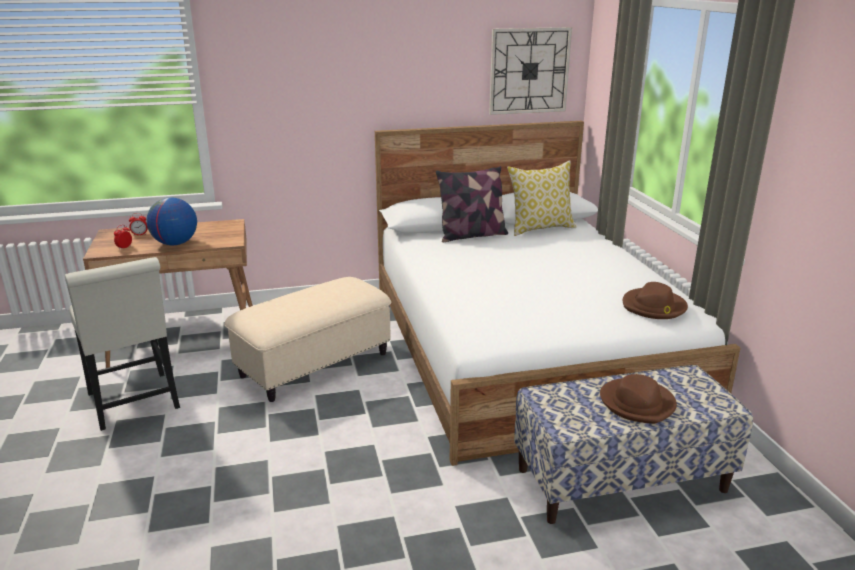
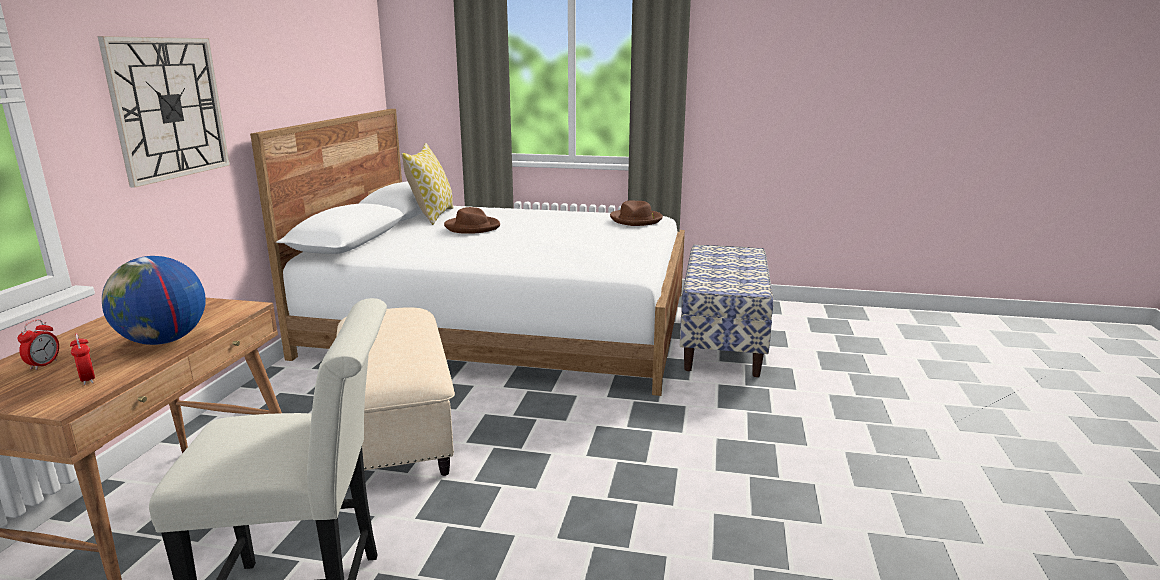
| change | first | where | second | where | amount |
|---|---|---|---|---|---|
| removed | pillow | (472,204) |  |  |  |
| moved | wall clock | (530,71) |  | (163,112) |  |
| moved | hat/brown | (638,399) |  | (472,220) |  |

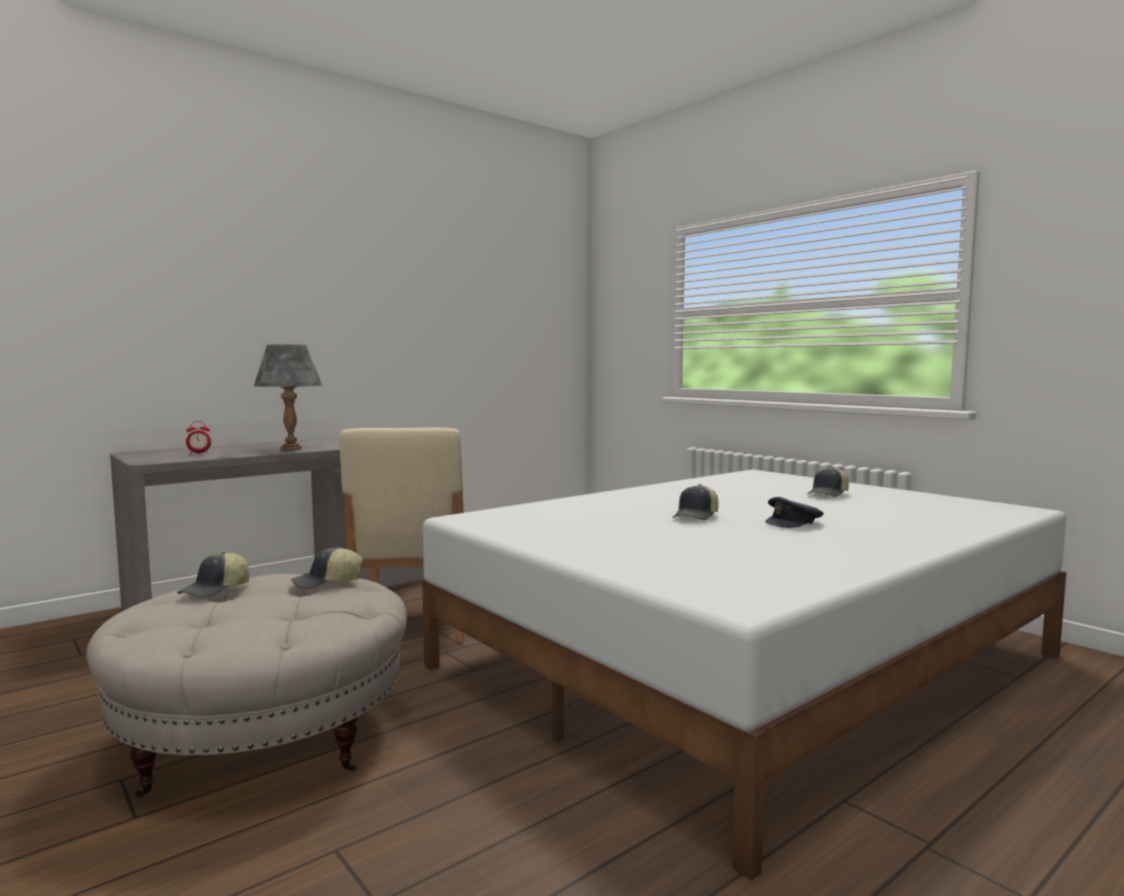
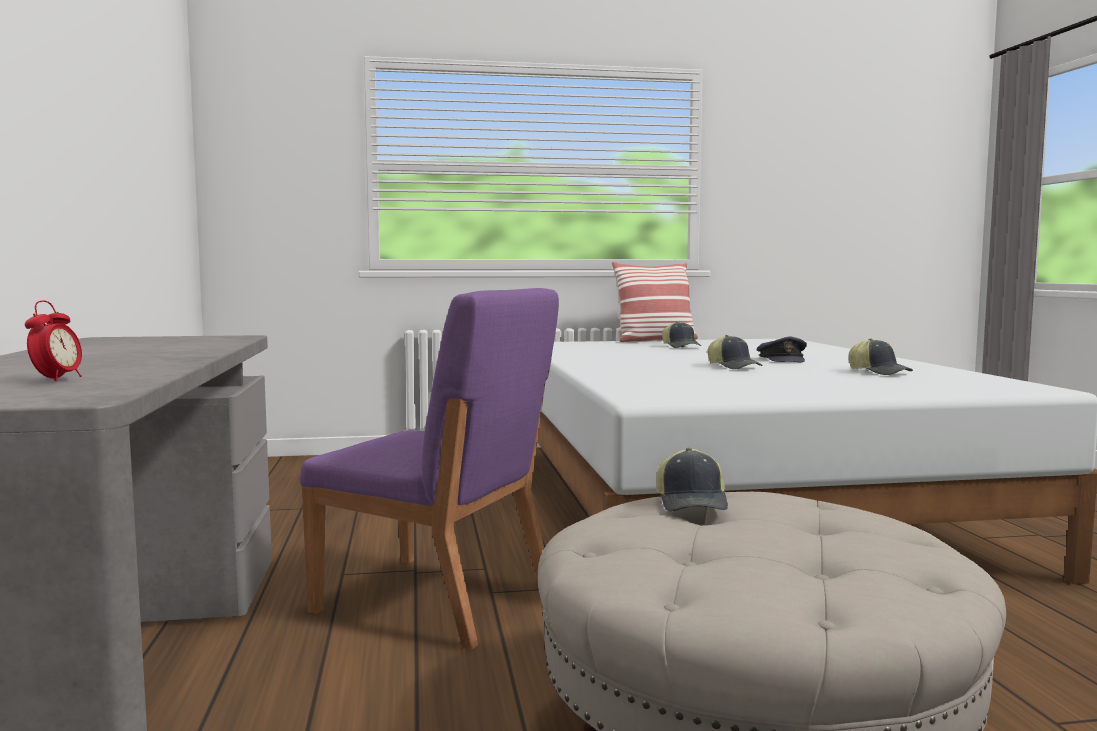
| change | first | where | second | where | amount |
|---|---|---|---|---|---|
| moved | cap | (213,575) |  | (881,357) |  |
| removed | table lamp/grey | (288,397) |  |  |  |
| recoloured | chair/beige | (401,535) | chair/purple | (429,469) |  |
| added |  |  | pillow | (655,302) |  |

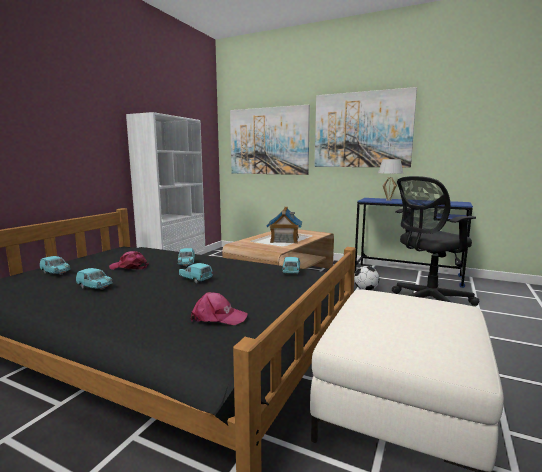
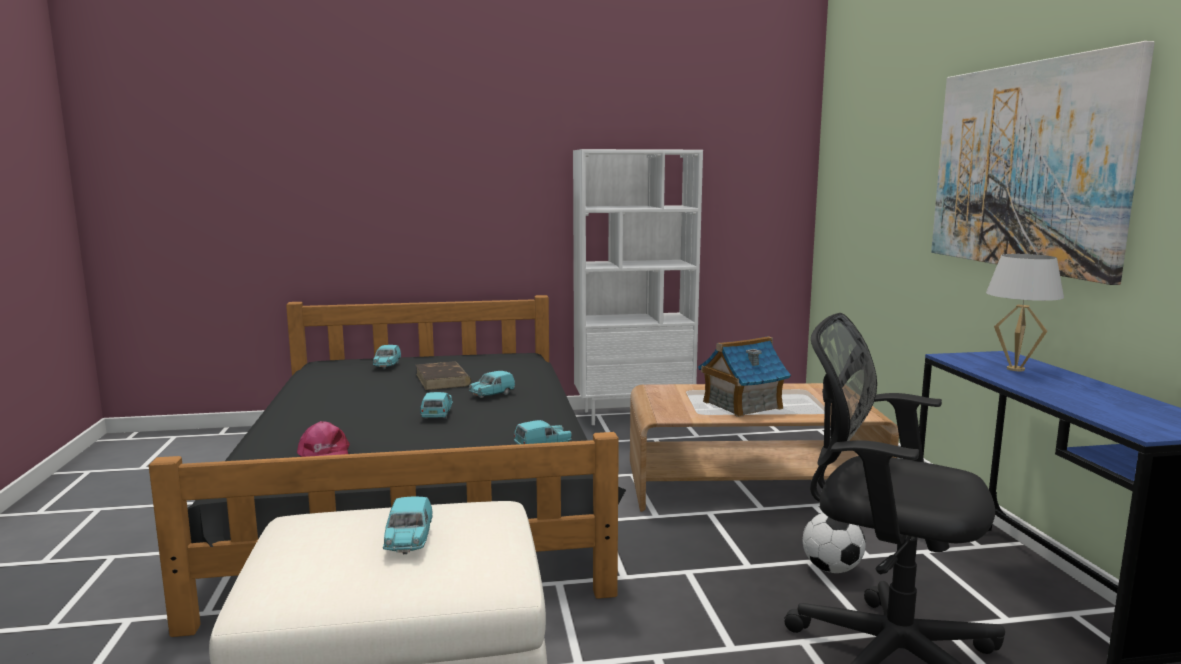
| change | first | where | second | where | amount |
|---|---|---|---|---|---|
| moved | toy car/turquoise | (94,279) |  | (408,525) |  |
| replaced | cap/pink | (129,260) | book/brown | (443,375) |  |
| removed | picture | (270,140) |  |  |  |

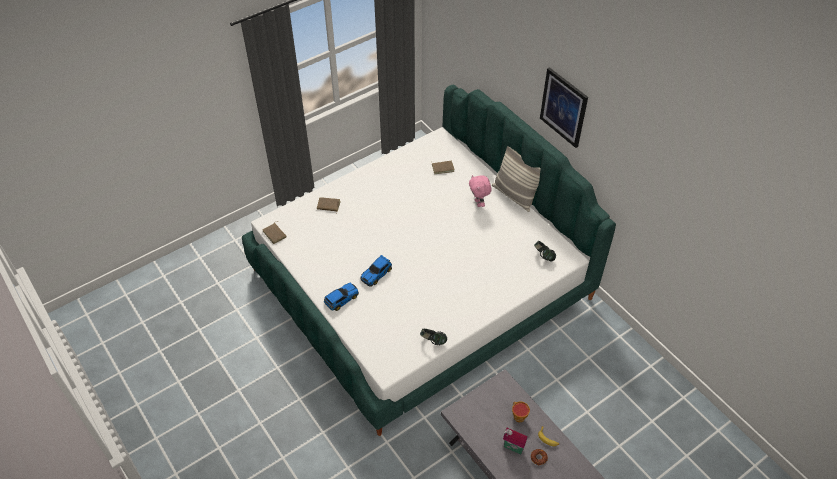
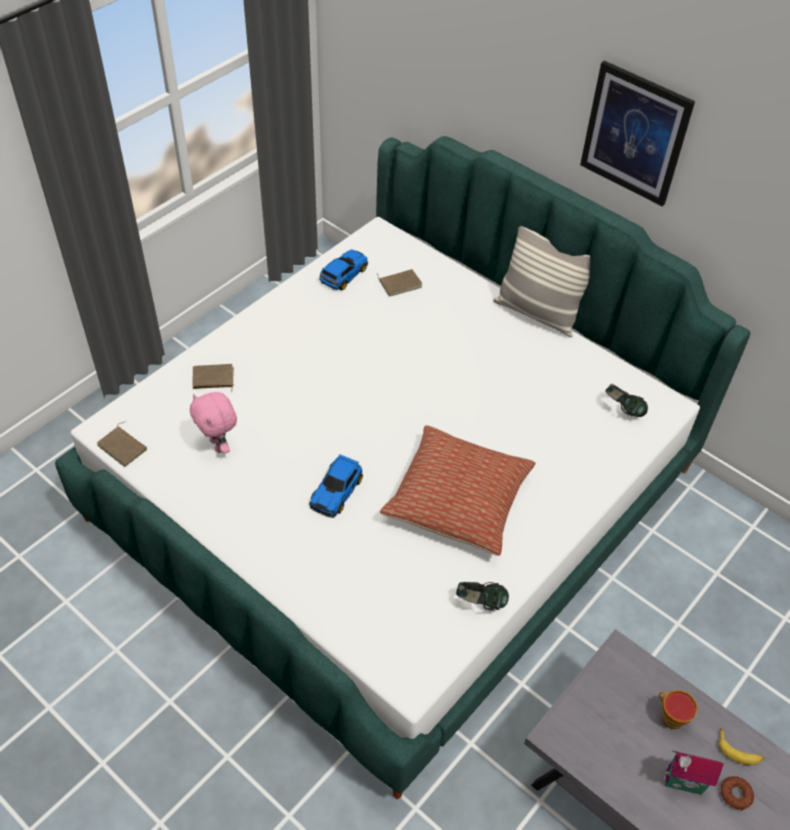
| change | first | where | second | where | amount |
|---|---|---|---|---|---|
| moved | toy car | (341,297) |  | (343,269) |  |
| moved | plush toy/pink | (480,191) |  | (213,422) |  |
| added |  |  | pillow | (458,490) |  |

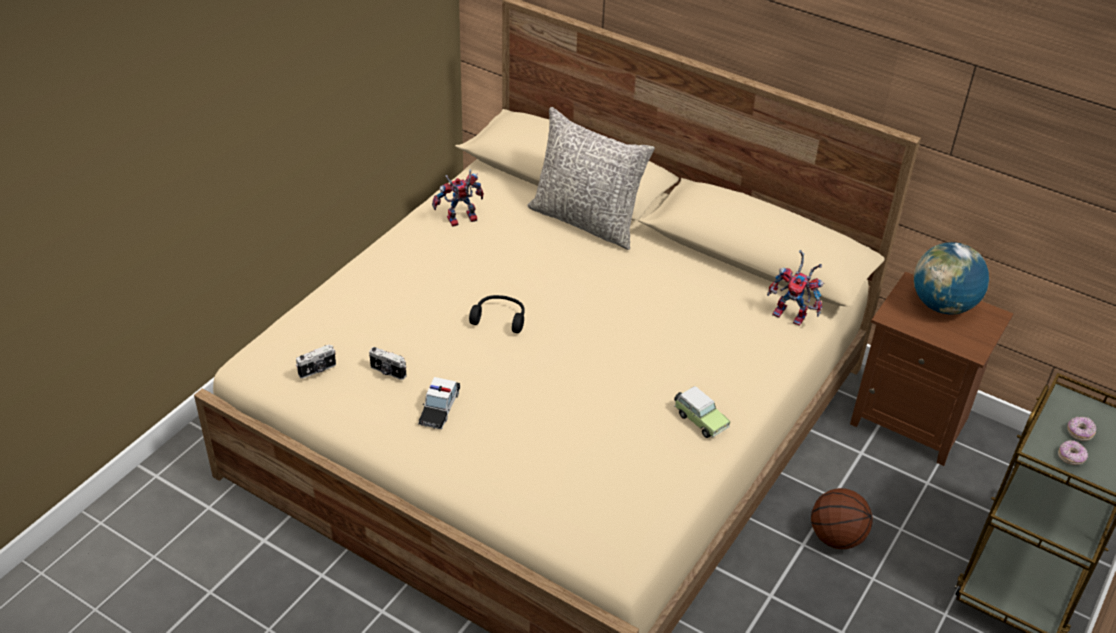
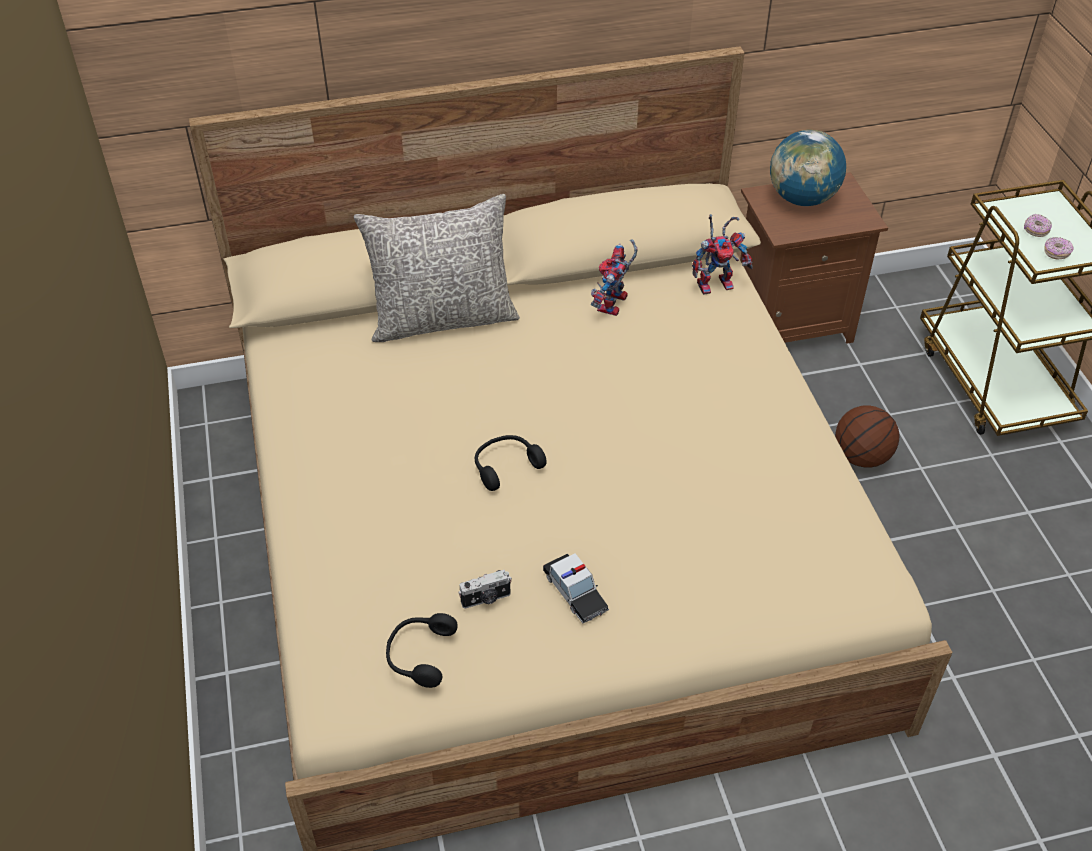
| change | first | where | second | where | amount |
|---|---|---|---|---|---|
| replaced | photo camera | (316,362) | headphones/black | (422,650) |  |
| moved | toy robot | (458,198) |  | (614,278) |  |
| removed | toy car | (702,412) |  |  |  |

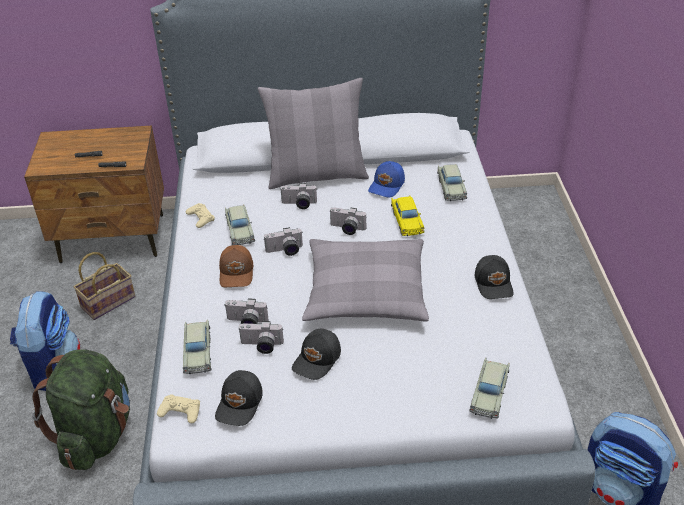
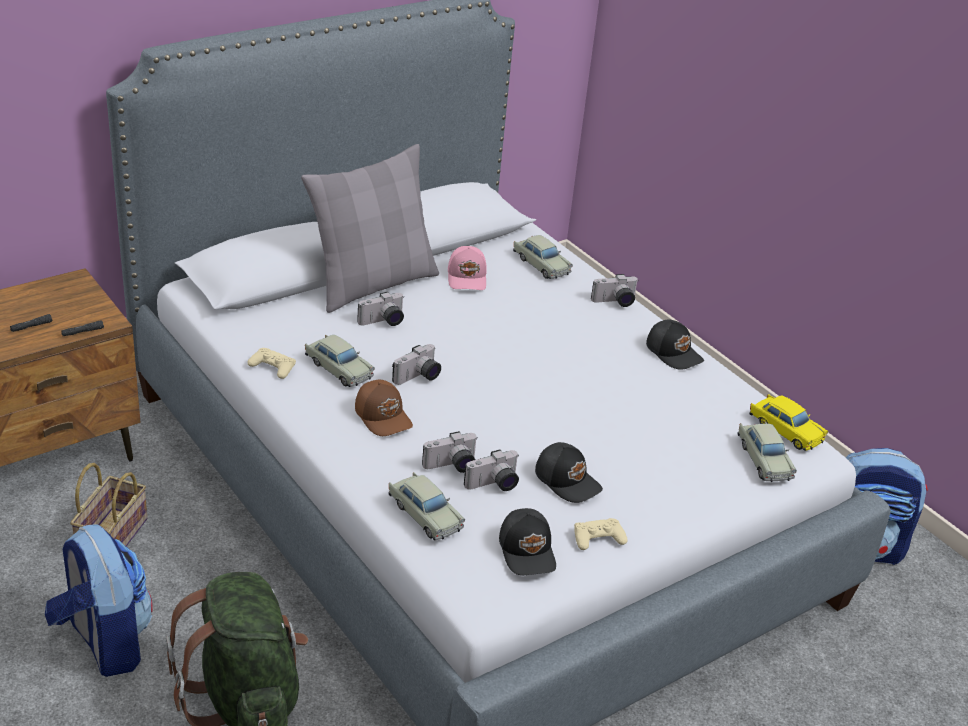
| change | first | where | second | where | amount |
|---|---|---|---|---|---|
| moved | game controller/beige | (178,408) |  | (601,534) |  |
| turned | cap/black | (316,354) |  | (569,472) | 45 degrees counterclockwise |
| removed | pillow/grey | (365,280) |  |  |  |
| moved | photo camera | (348,221) |  | (615,290) |  |
| recoloured | cap/blue | (386,179) | cap/pink | (467,268) |  |
| moved | toy car/yellow | (407,216) |  | (788,422) |  |

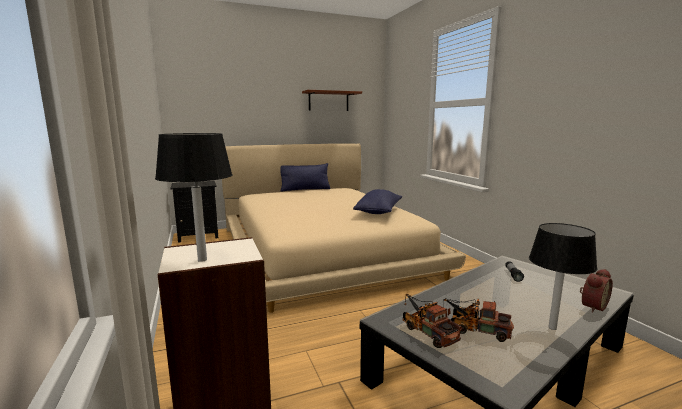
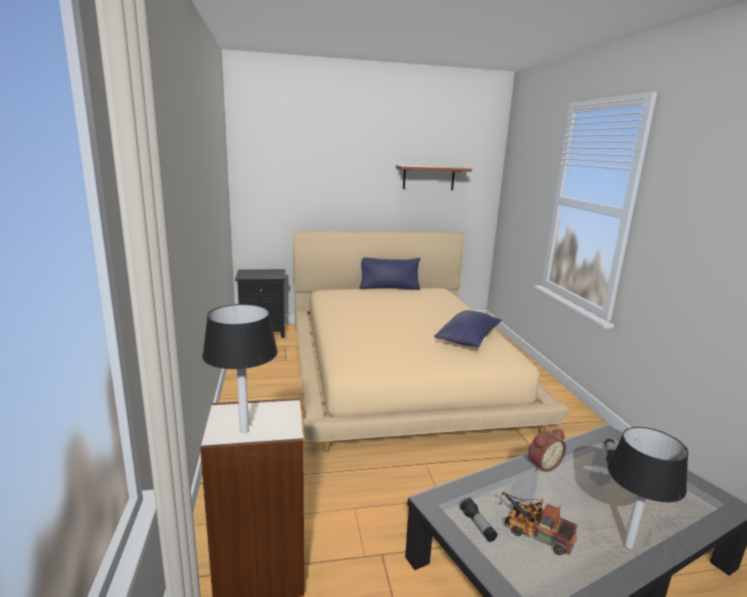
| change | first | where | second | where | amount |
|---|---|---|---|---|---|
| replaced | toy truck | (432,320) | flashlight | (478,520) |  |
| moved | alarm clock | (596,291) |  | (547,450) |  |

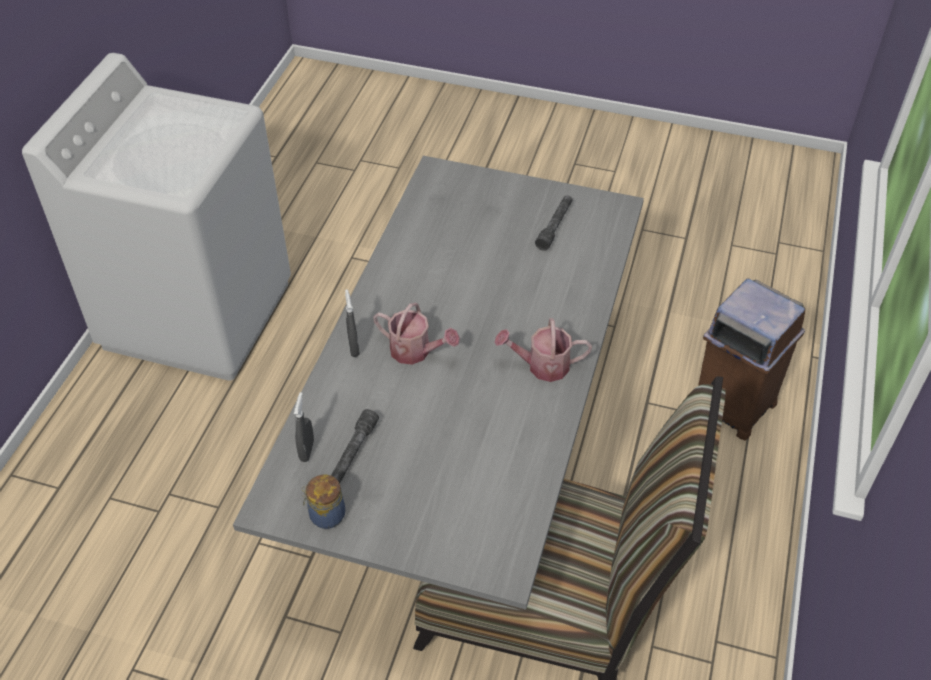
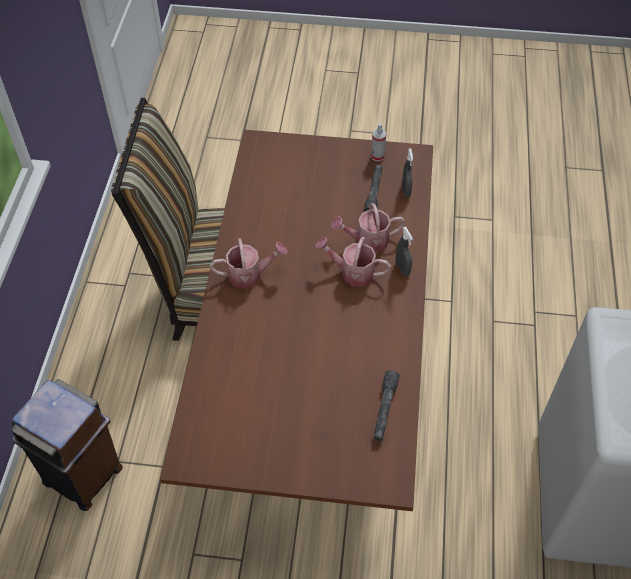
| change | first | where | second | where | amount |
|---|---|---|---|---|---|
| recoloured | dining table/grey | (438,383) | dining table/brown | (296,320) |  |
| replaced | jar | (323,502) | spray bottle | (378,142) |  |
| moved | flashlight/grey | (553,223) |  | (386,405) |  |
| added |  |  | watering can | (368,227) |  |

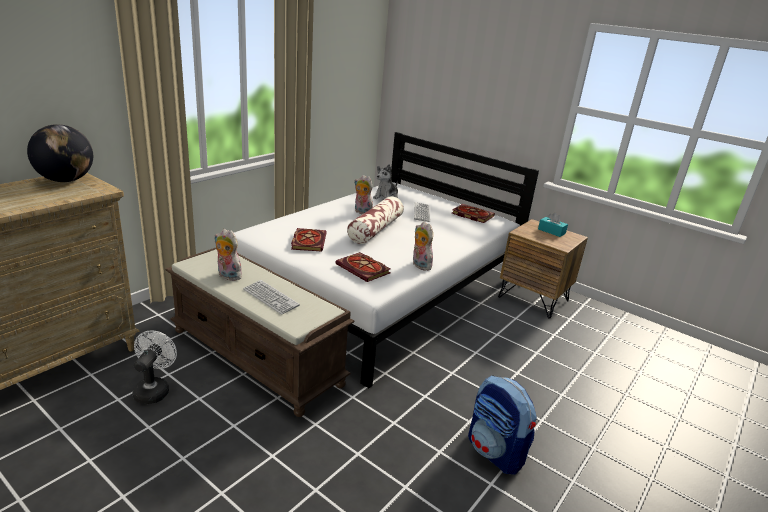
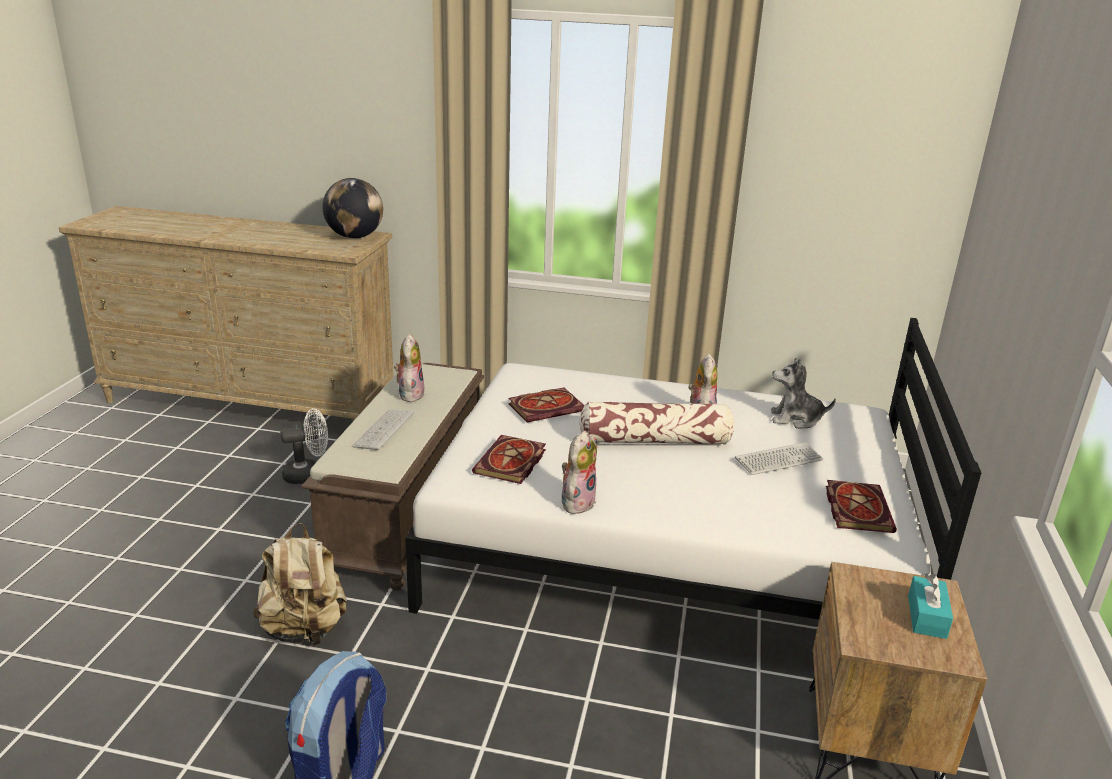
| change | first | where | second | where | amount |
|---|---|---|---|---|---|
| added |  |  | backpack/beige | (300,585) |  |

